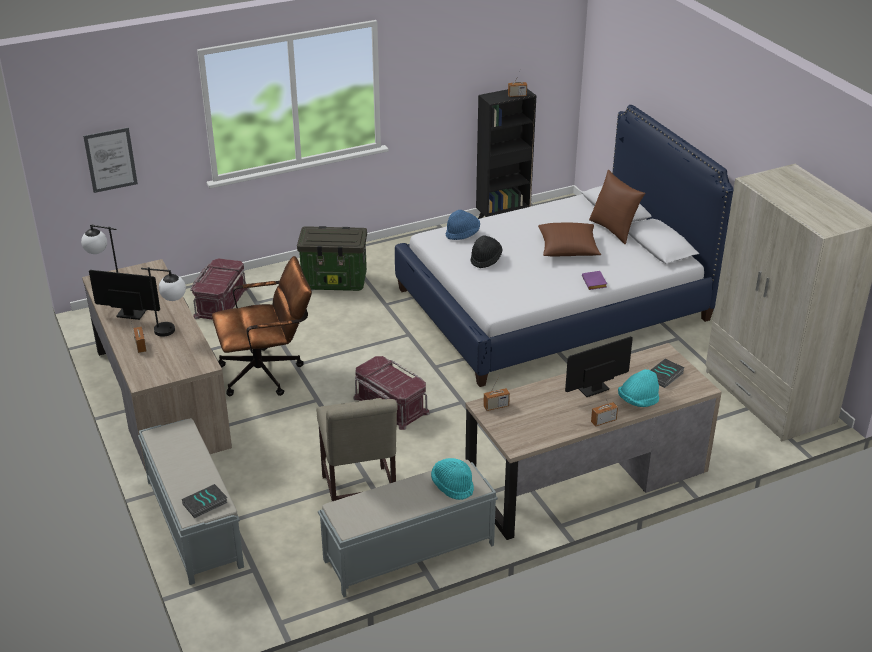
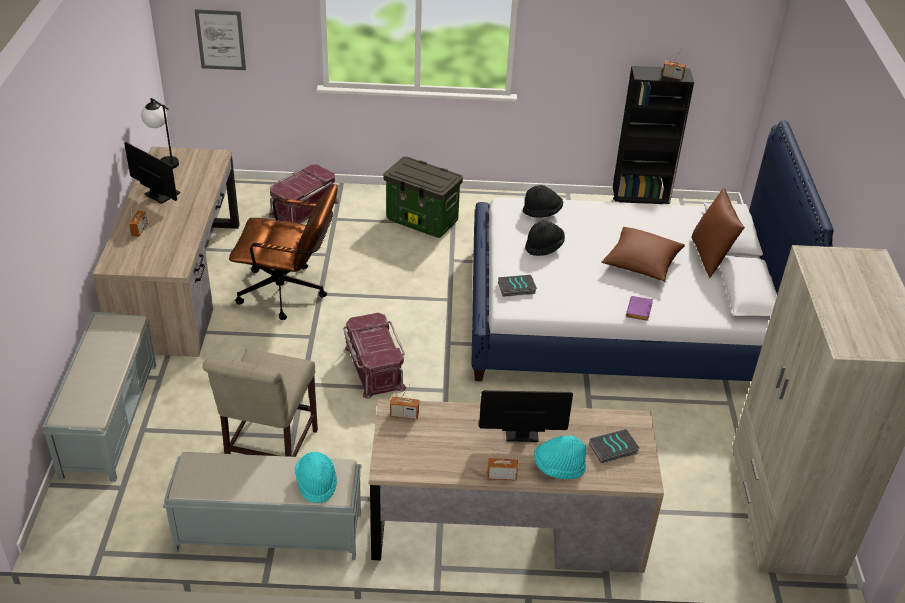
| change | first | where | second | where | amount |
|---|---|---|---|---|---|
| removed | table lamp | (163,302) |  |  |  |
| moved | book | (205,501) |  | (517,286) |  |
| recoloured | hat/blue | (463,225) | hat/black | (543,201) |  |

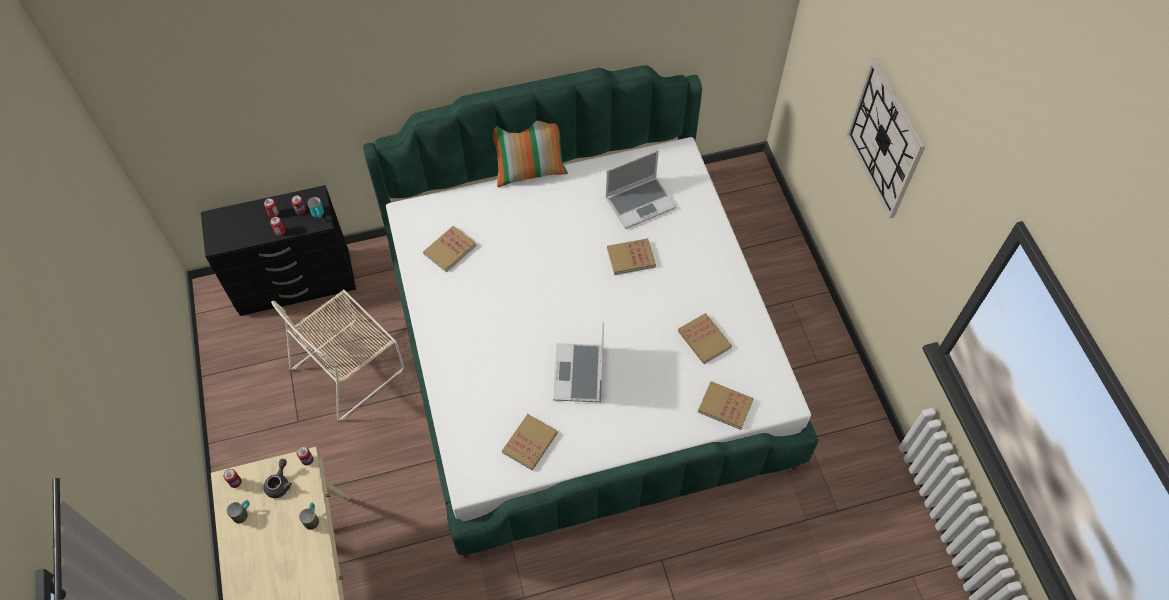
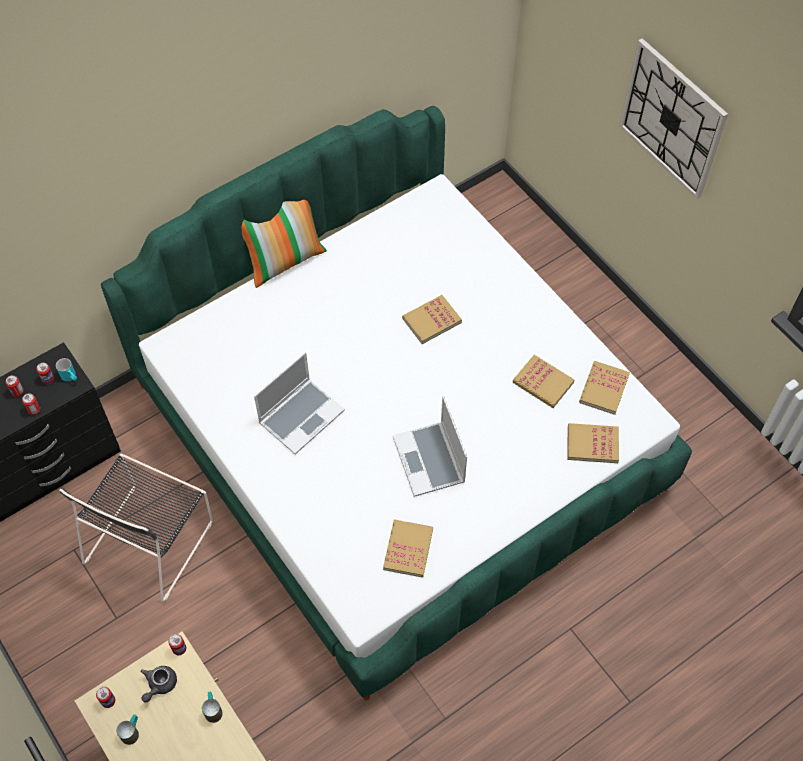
| change | first | where | second | where | amount |
|---|---|---|---|---|---|
| turned | teapot/grey | (278,478) |  | (159,684) | 150 degrees counterclockwise |
| recoloured | chair/beige | (337,355) | chair/black | (136,527) |  |
| moved | book | (449,249) |  | (604,388) |  |
| moved | laptop | (640,189) |  | (299,403) |  |

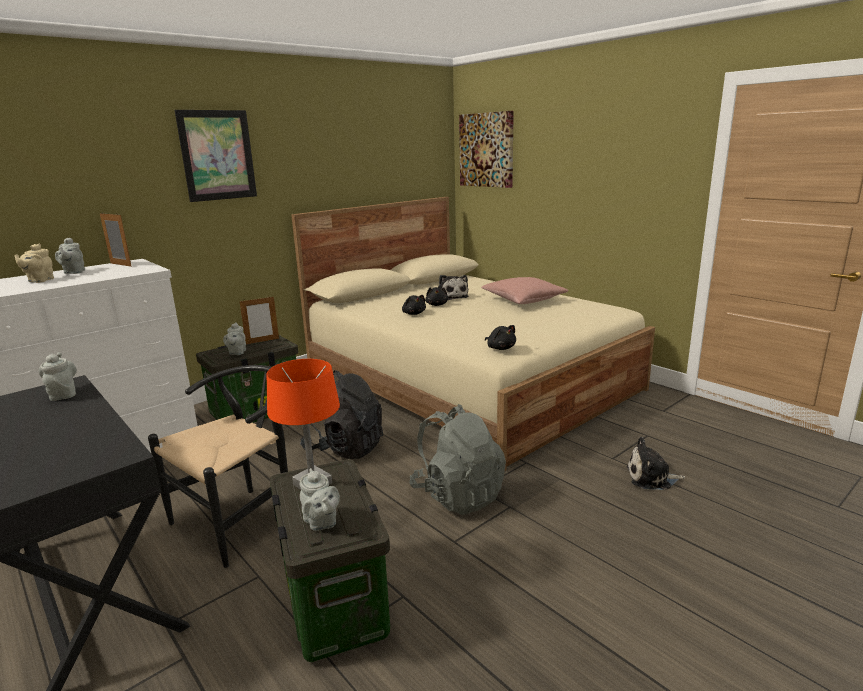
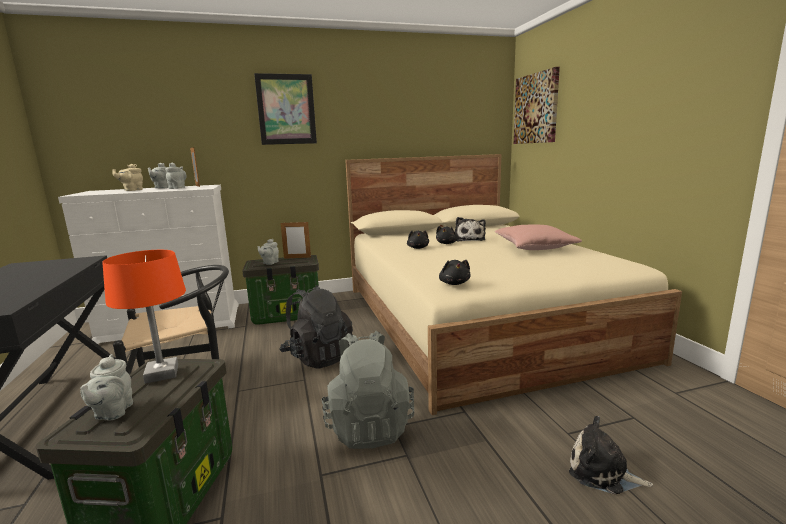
| change | first | where | second | where | amount |
|---|---|---|---|---|---|
| moved | teapot/grey | (58,376) |  | (176,176) |  |

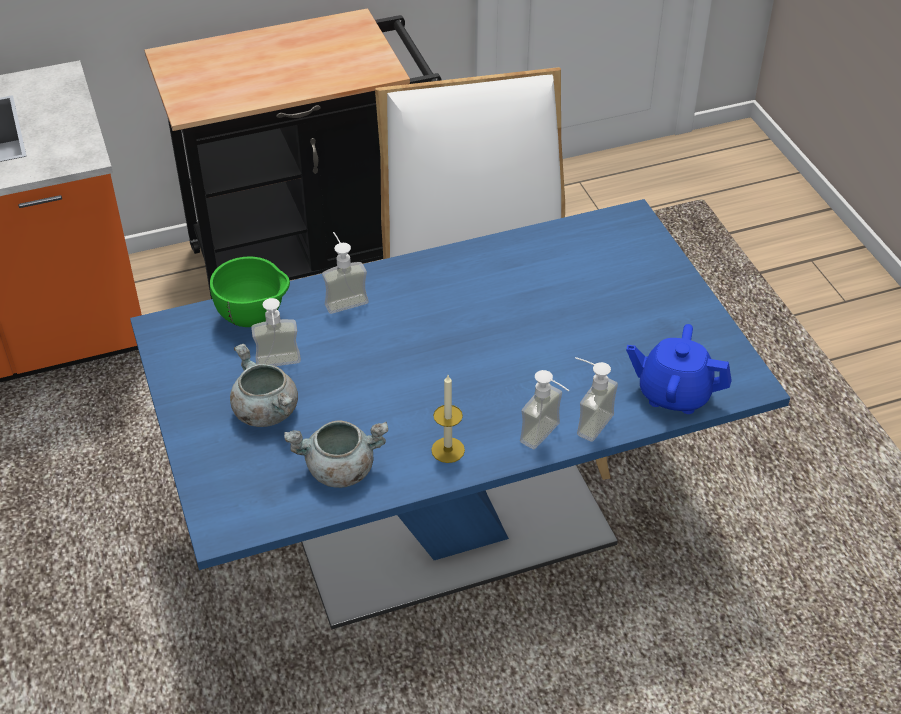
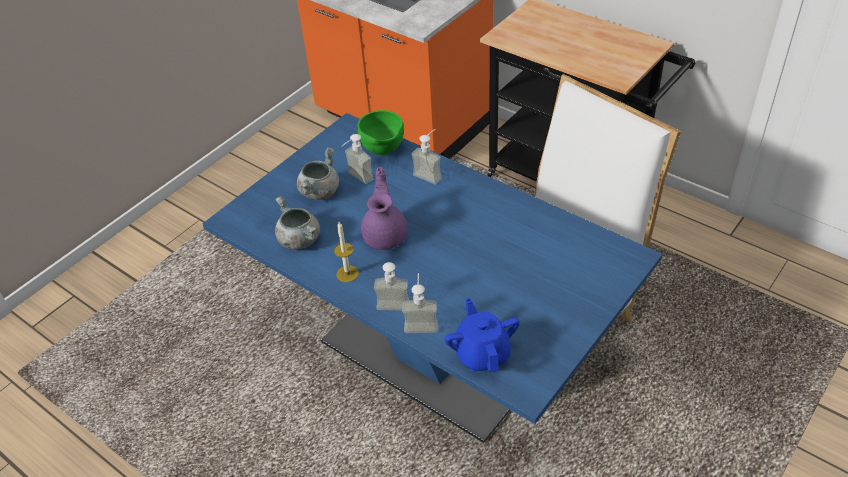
| change | first | where | second | where | amount |
|---|---|---|---|---|---|
| added |  |  | teapot/purple | (384,208) |  |

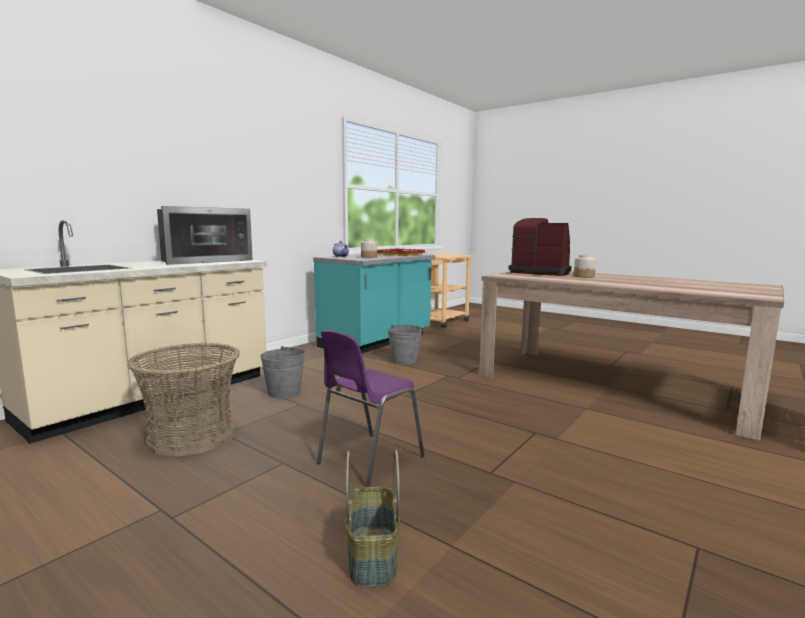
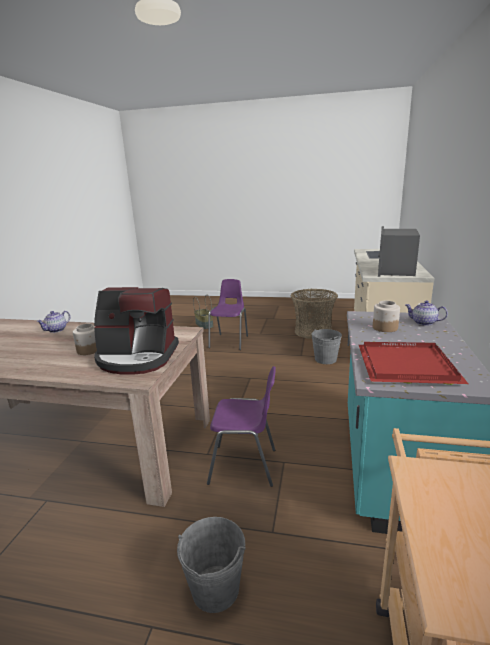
| change | first | where | second | where | amount |
|---|---|---|---|---|---|
| moved | bucket/grey | (405,345) |  | (211,565) |  |
| added |  |  | teapot | (53,322) |  |
| added |  |  | chair/purple | (241,426) |  |

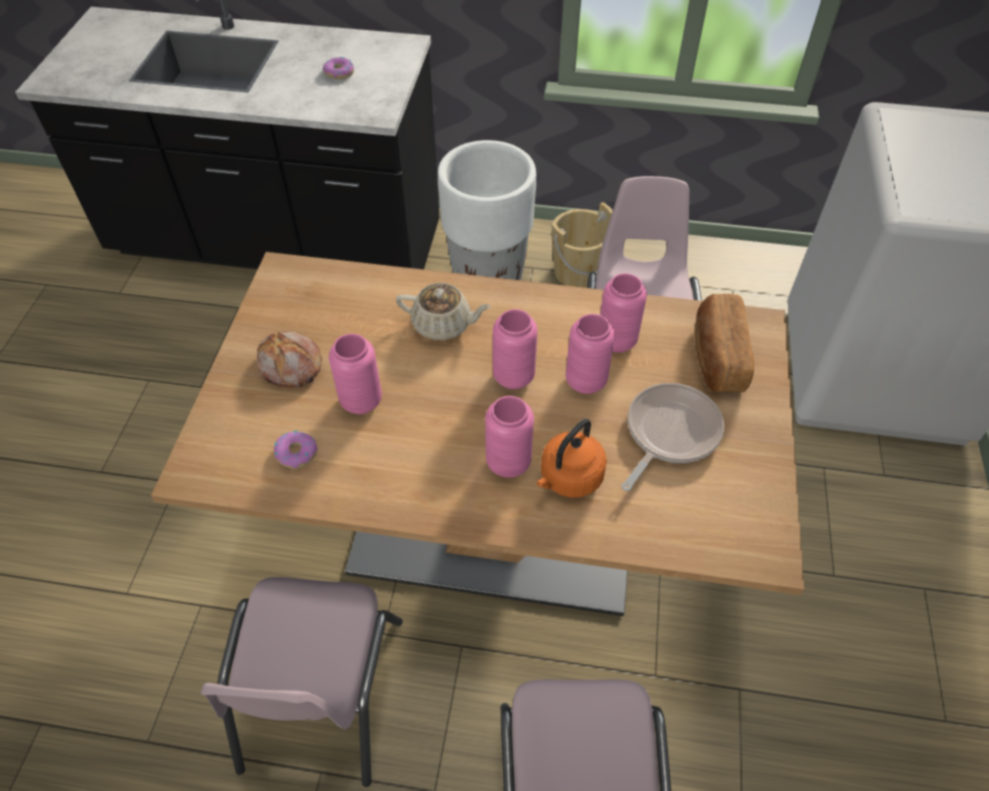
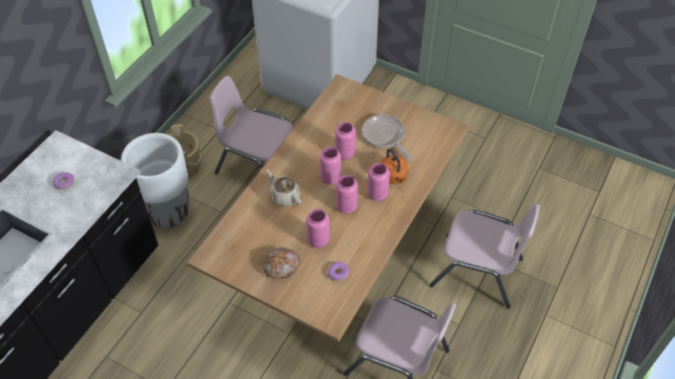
| change | first | where | second | where | amount |
|---|---|---|---|---|---|
| turned | teapot/beige | (443,311) |  | (283,188) | 75 degrees counterclockwise |
| moved | vase/pink | (623,313) |  | (347,194) |  |
| removed | bread | (724,343) |  |  |  |

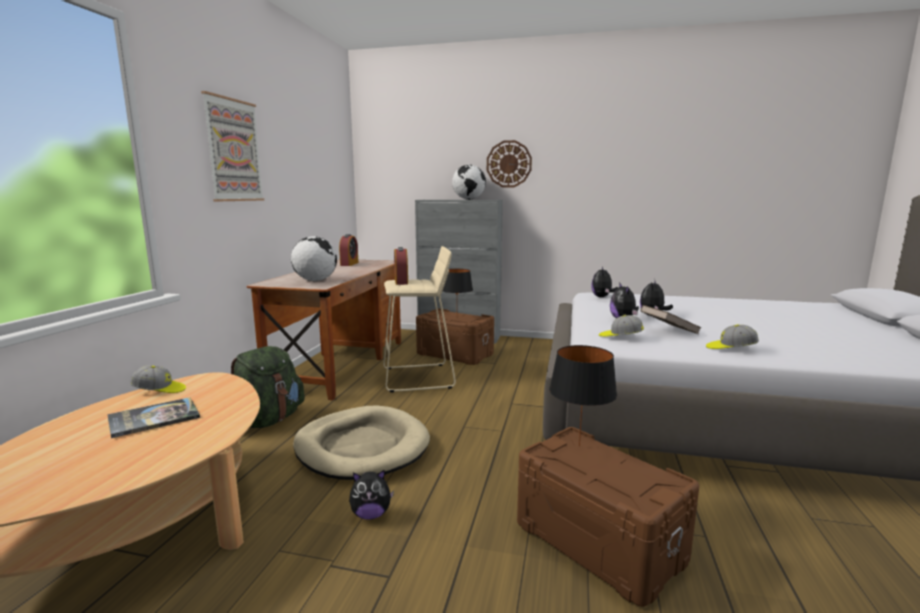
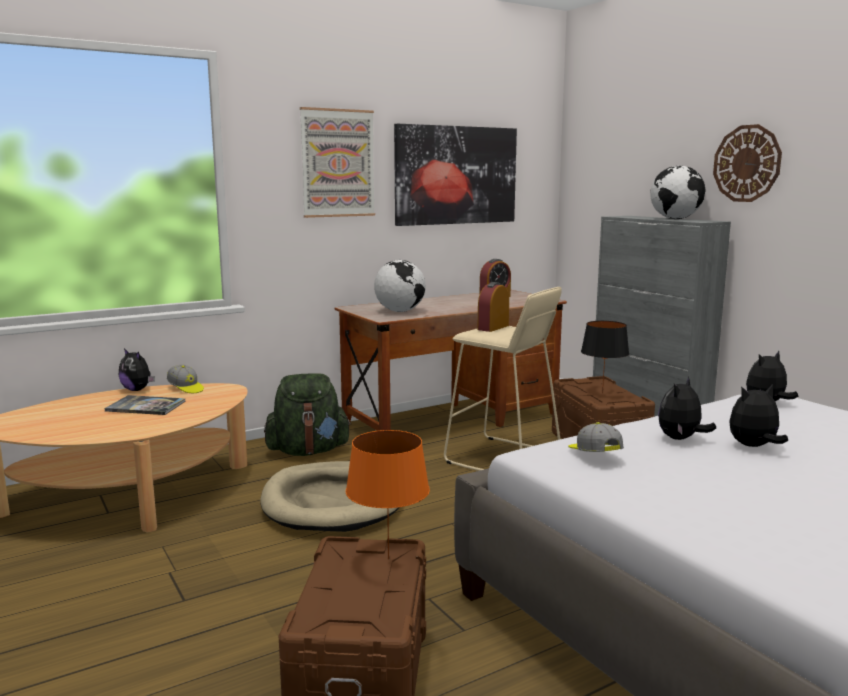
| change | first | where | second | where | amount |
|---|---|---|---|---|---|
| moved | plush toy | (371,495) |  | (137,369) |  |
| recoloured | table lamp/black | (583,395) | table lamp/orange | (388,495) |  |
| removed | book/brown | (670,319) |  |  |  |
| removed | cap | (732,337) |  |  |  |
| added |  |  | picture | (455,175) |  |

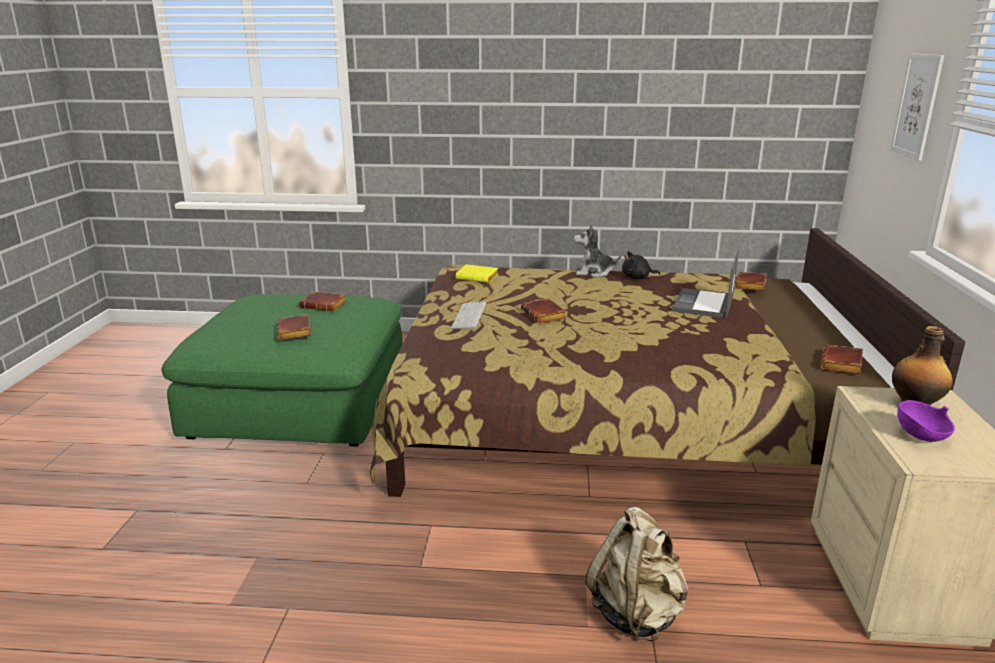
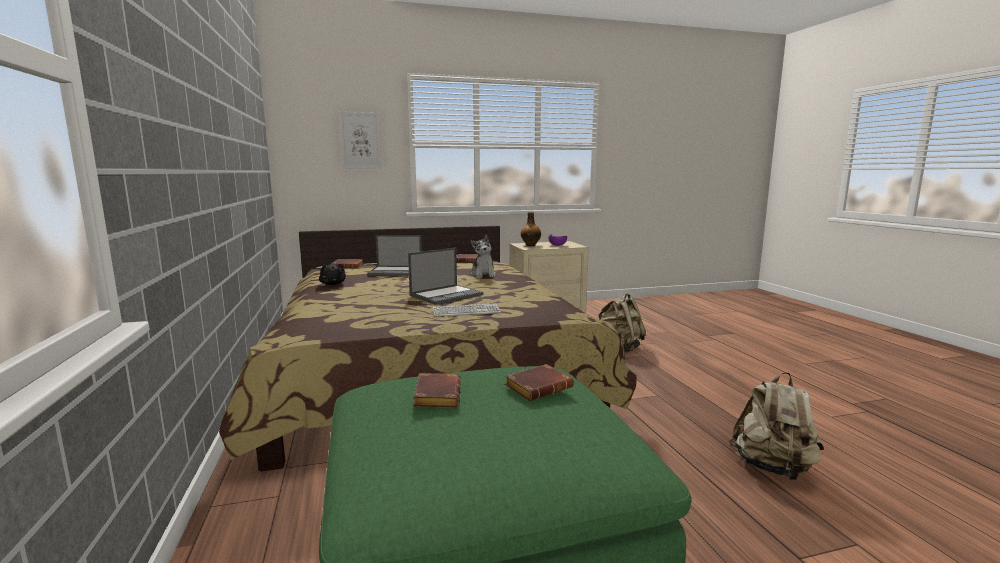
| change | first | where | second | where | amount |
|---|---|---|---|---|---|
| removed | book/yellow | (477,273) |  |  |  |
| replaced | book/brown | (544,311) | laptop | (445,276) |  |
| moved | plush toy | (597,251) |  | (483,256) |  |
| added |  |  | backpack/beige | (776,426) |  |

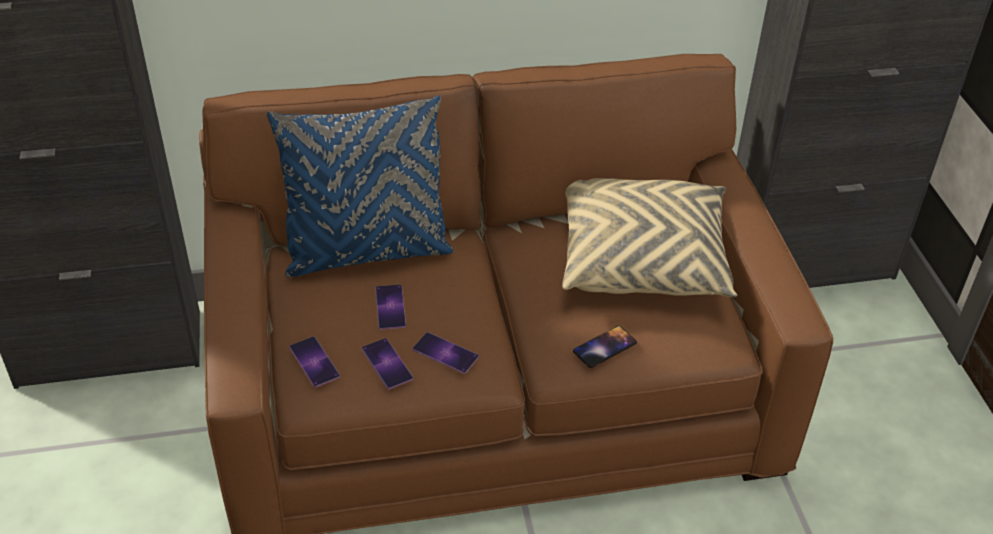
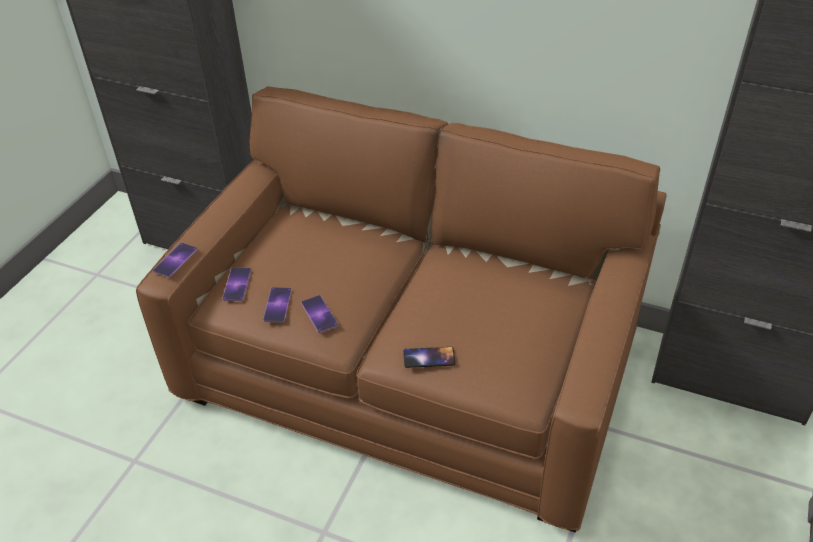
| change | first | where | second | where | amount |
|---|---|---|---|---|---|
| removed | pillow/blue | (360,186) |  |  |  |
| moved | phone | (390,307) |  | (175,260) |  |
| removed | pillow/beige | (649,237) |  |  |  |

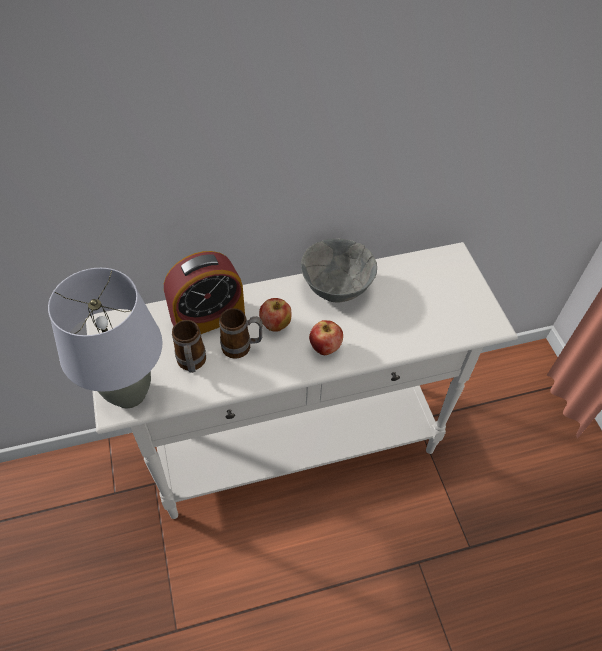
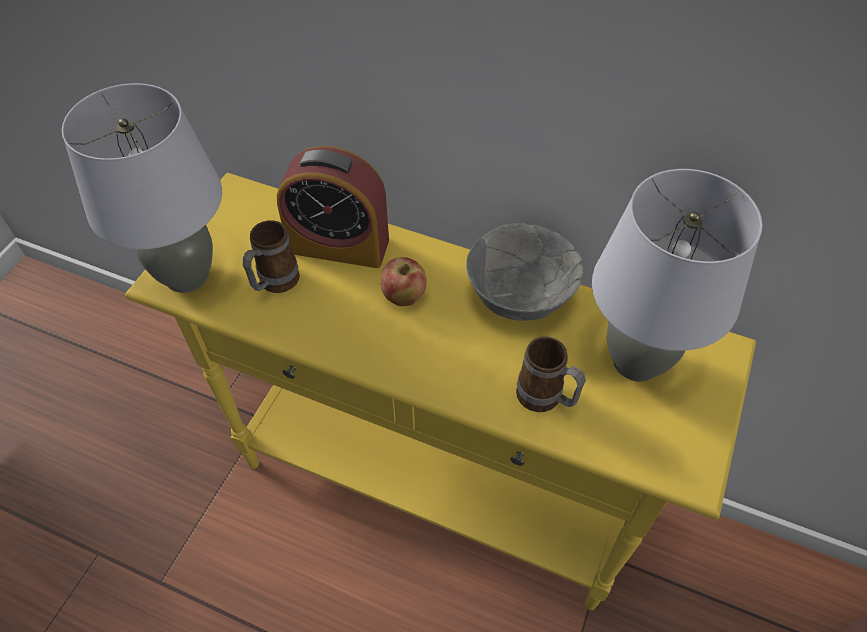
| change | first | where | second | where | amount |
|---|---|---|---|---|---|
| recoloured | console table/white | (302,380) | console table/yellow | (440,391) |  |
| moved | mug | (241,333) |  | (551,374) |  |
| removed | apple | (326,337) |  |  |  |
| added |  |  | table lamp/grey | (677,275) |  |

